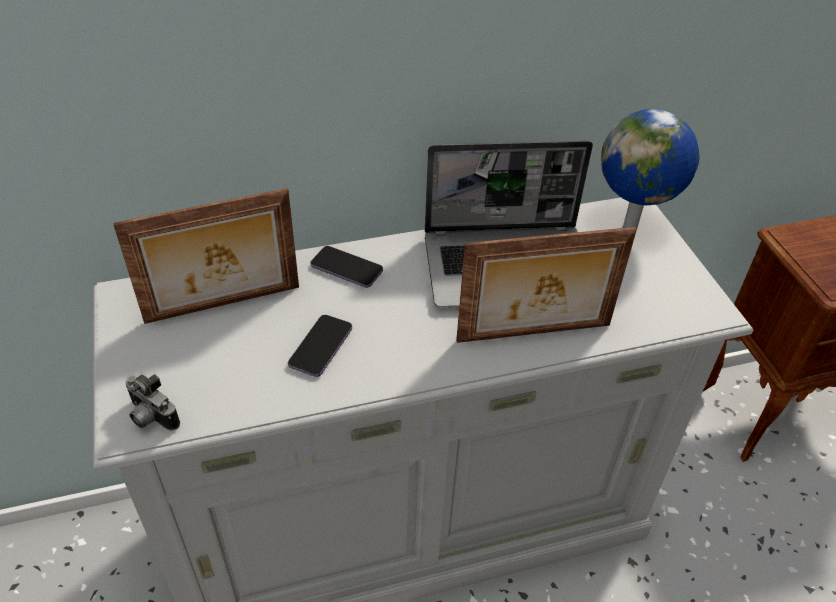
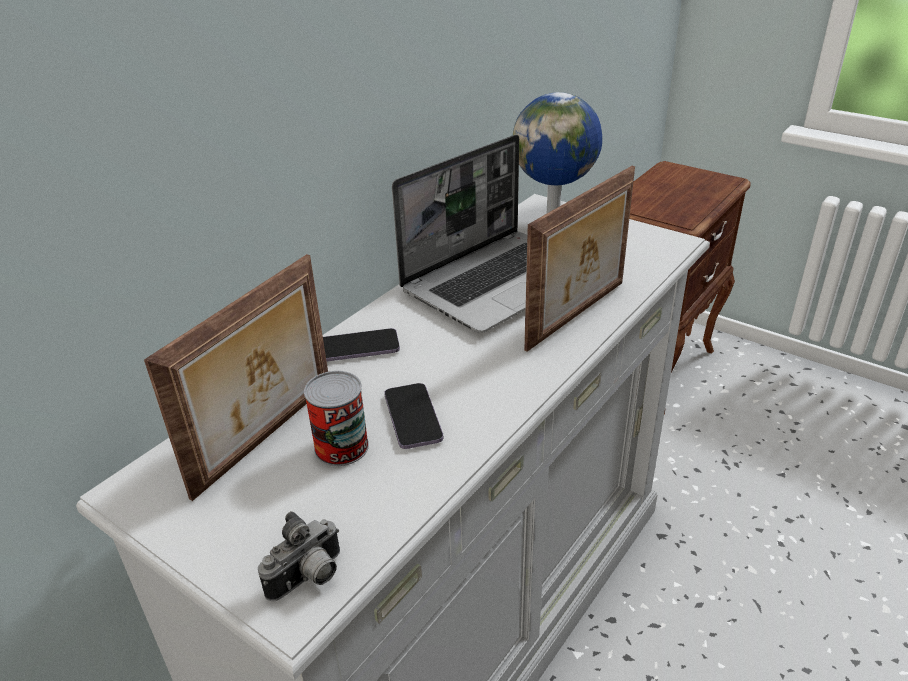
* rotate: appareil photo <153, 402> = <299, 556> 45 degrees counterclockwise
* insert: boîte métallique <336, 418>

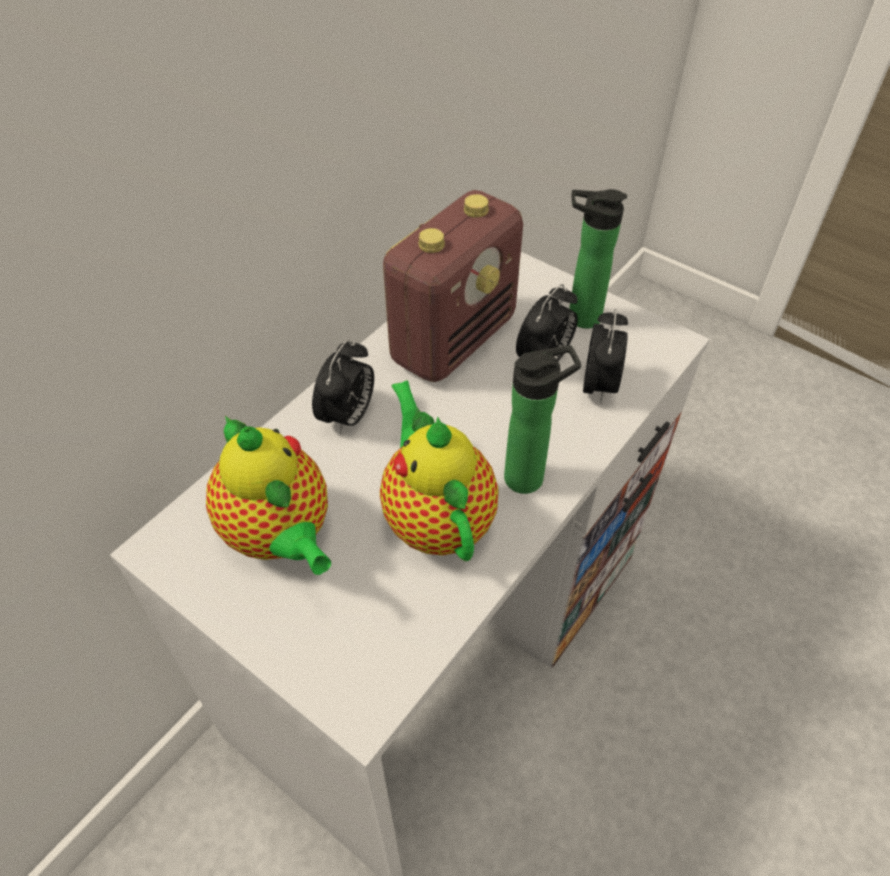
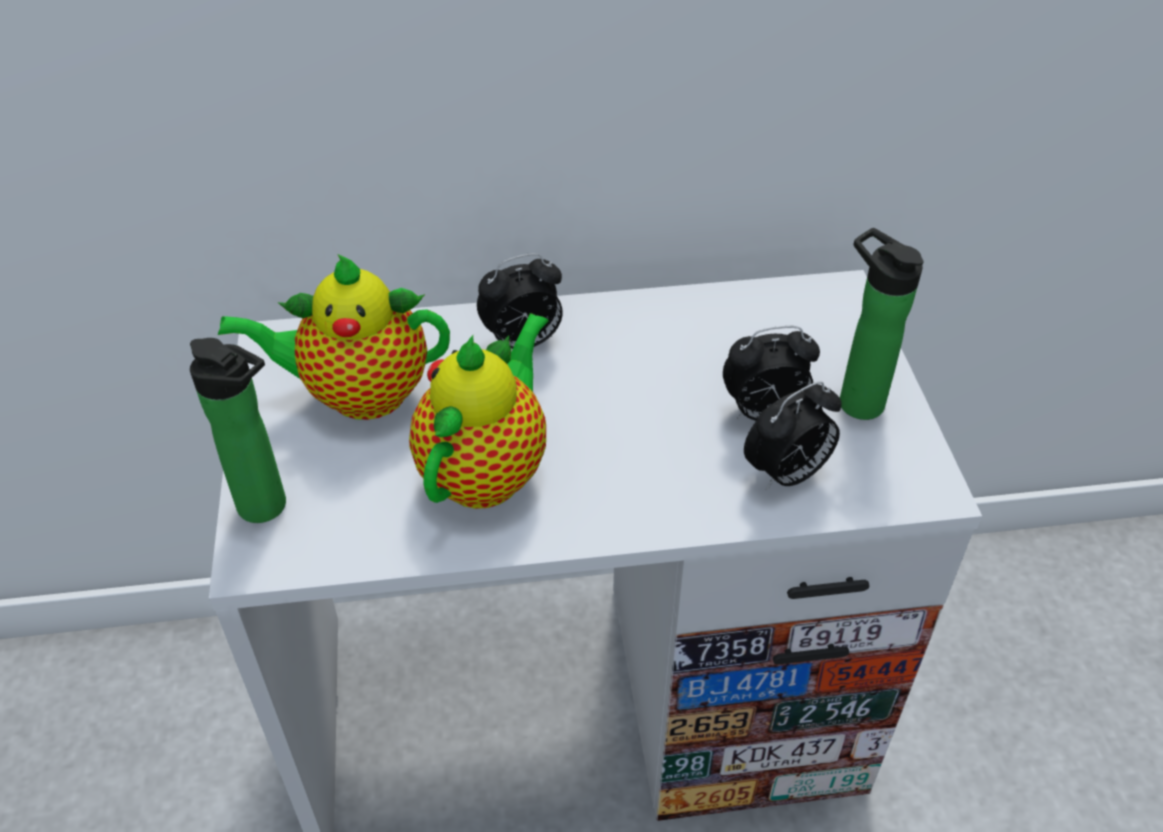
* rotate: théière <268, 495> = <334, 337> 75 degrees clockwise
* delete: radio <453, 286>
* move: bouteille <542, 419> to <238, 430>

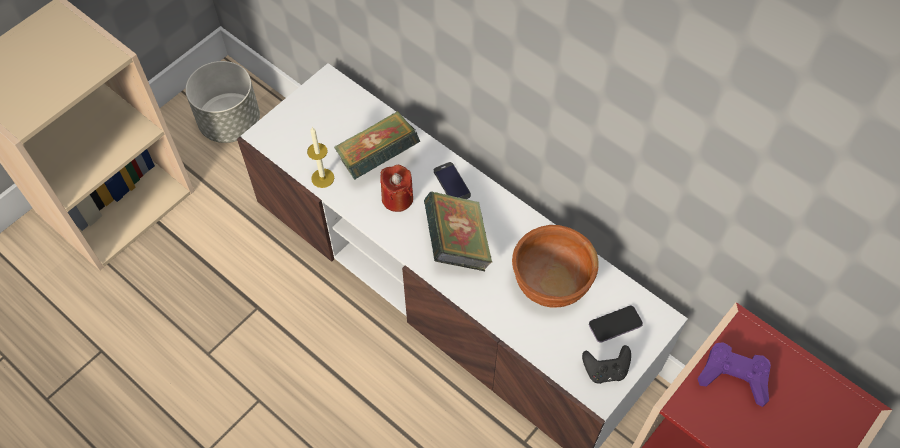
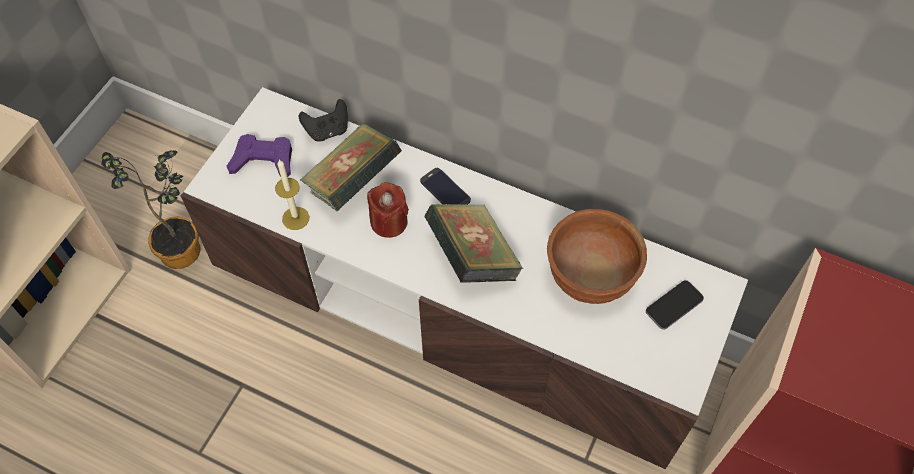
* delete: cache-pot [gris] <222, 102>
* move: manette [noir] <606, 364> to <323, 120>
* move: manette [violet] <734, 374> to <259, 155>
* insert: plante en pot <150, 209>

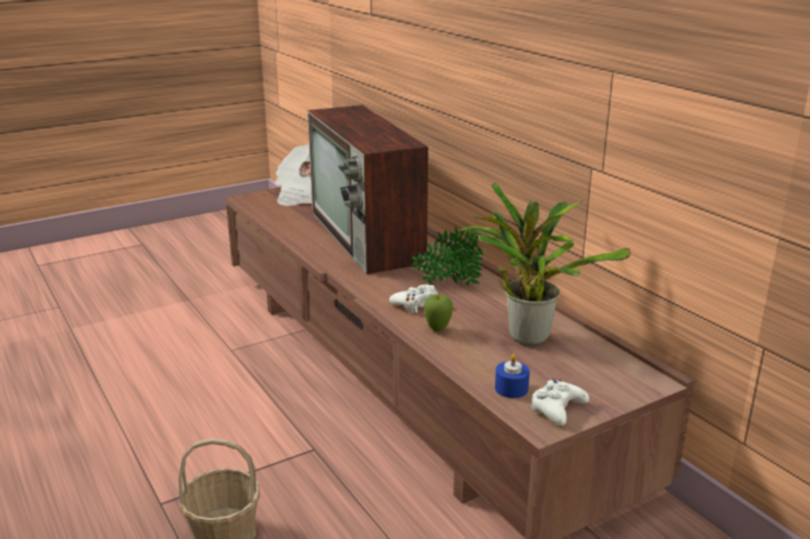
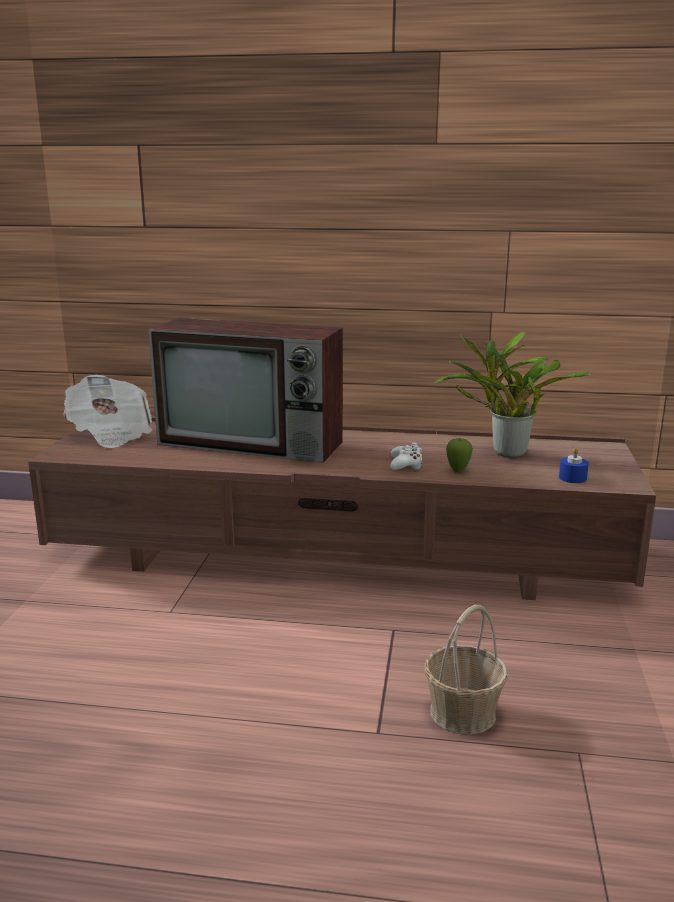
* delete: plante en pot <447, 256>
* delete: manette [blanc] <559, 402>

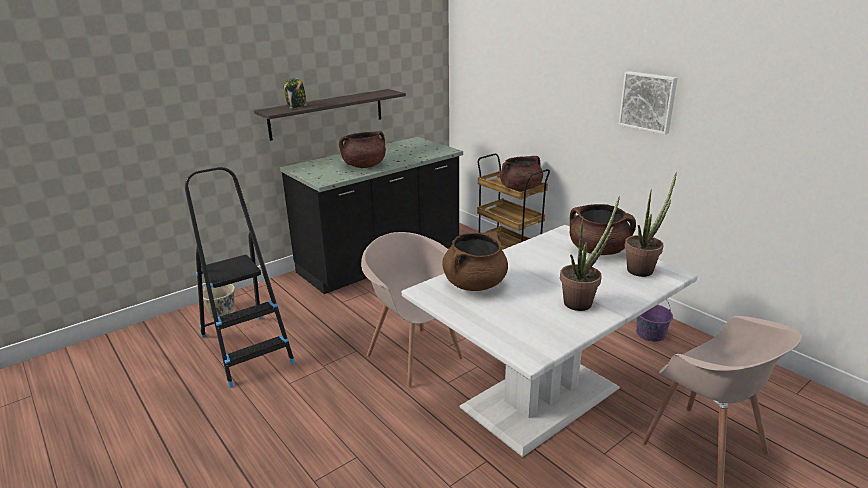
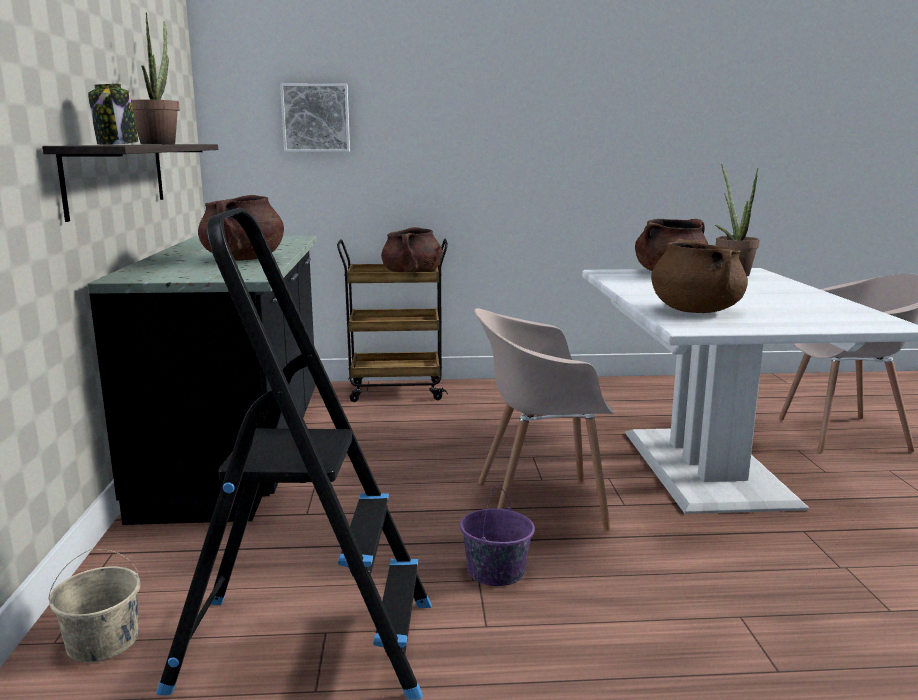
* move: plante en pot <590, 253> to <155, 78>
* move: tableau <648, 102> to <315, 118>
* move: seau [violet] <654, 321> to <497, 536>

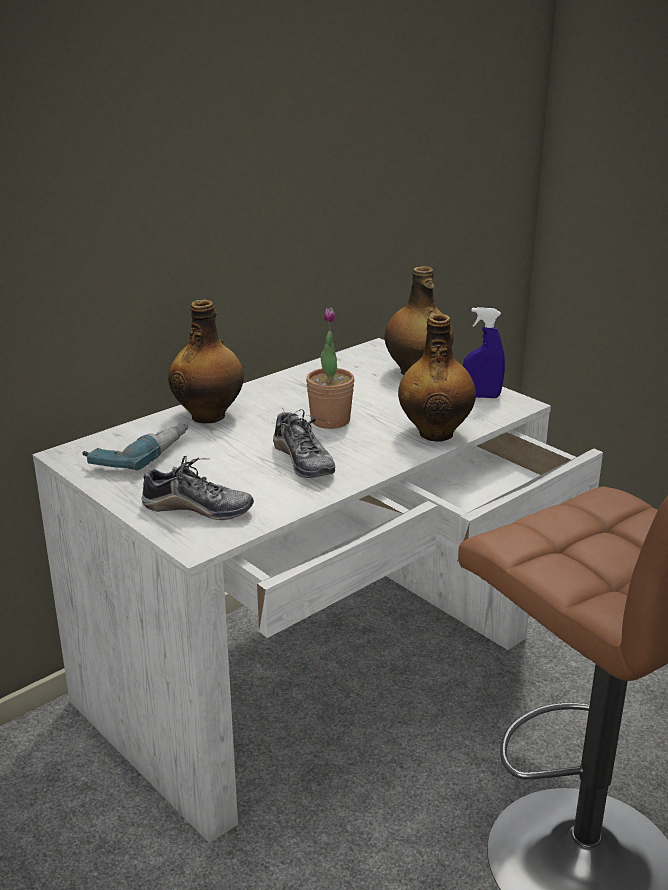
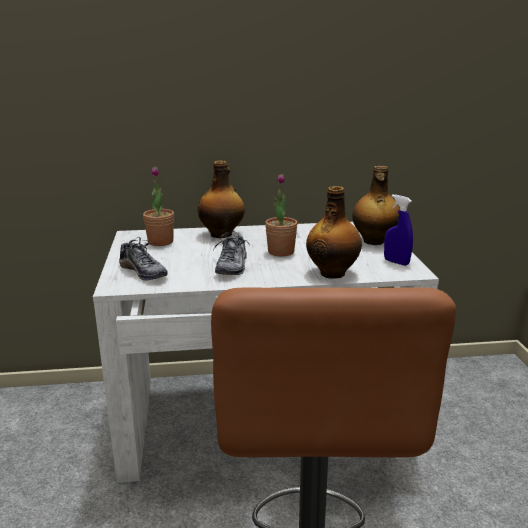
* replace: perceuse <135, 447> to plante en pot <158, 206>

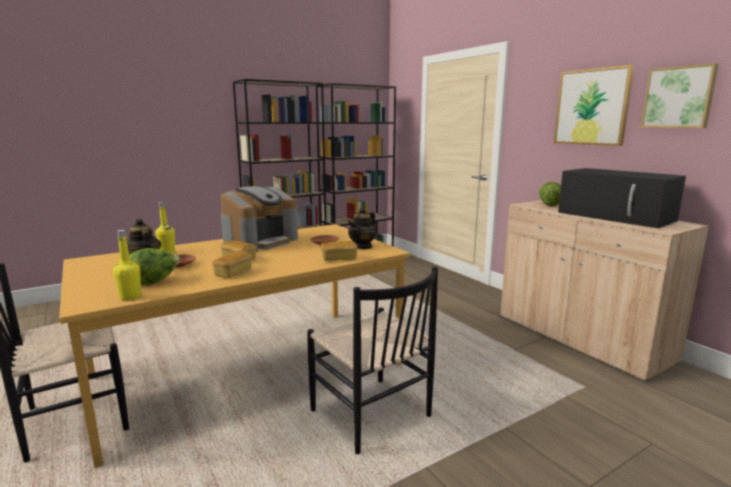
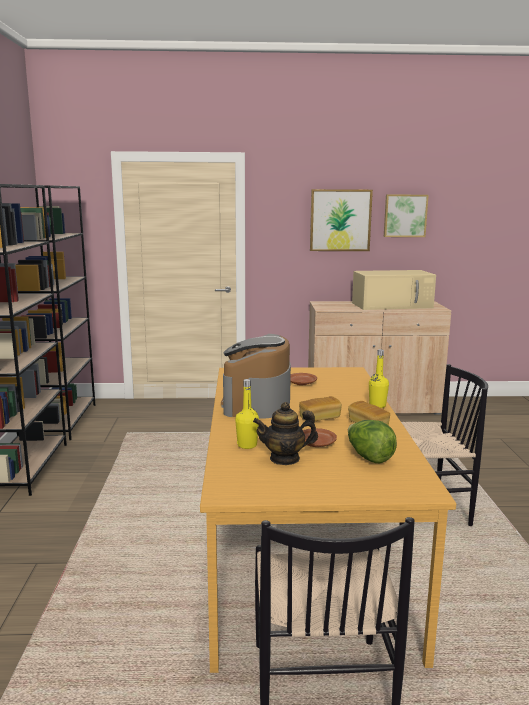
* move: bouteille [jaune] <127, 265> to <379, 378>
* rotate: machine à café <259, 218> = <256, 376> 150 degrees counterclockwise
* delete: pain <339, 251>
* delete: théière <362, 228>
* delete: laitue <550, 194>
* recolor: micro-ondes [noir] <622, 198> to micro-ondes [beige] <394, 290>

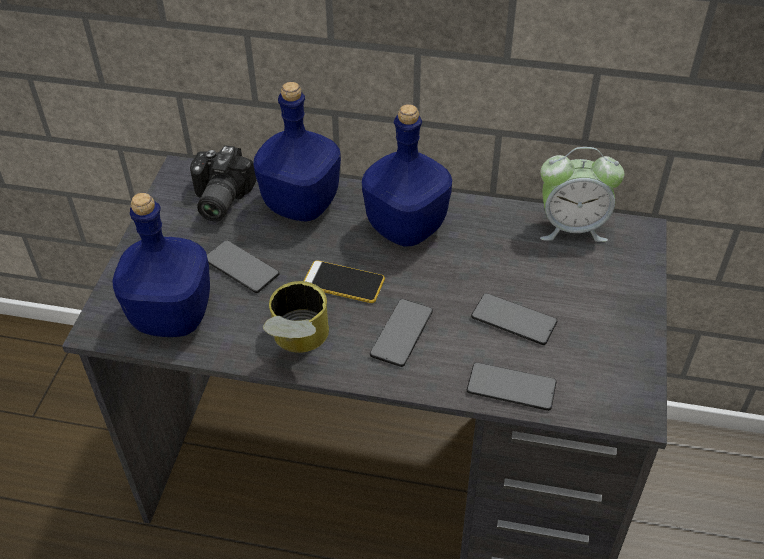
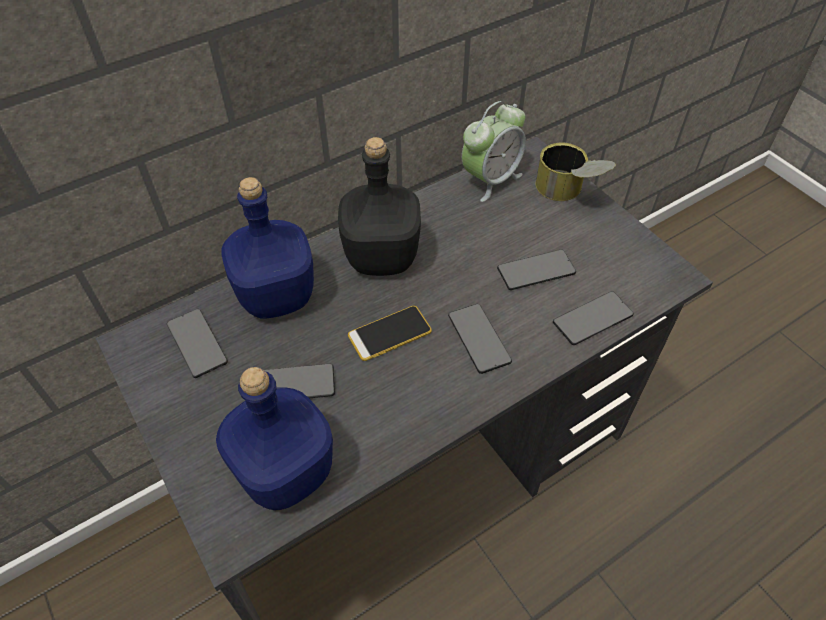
* replace: appareil photo <223, 183> to téléphone <197, 343>
* move: boîte métallique <296, 317> to <576, 171>
* recolor: bouteille [bleu] <407, 175> to bouteille [noir] <379, 206>

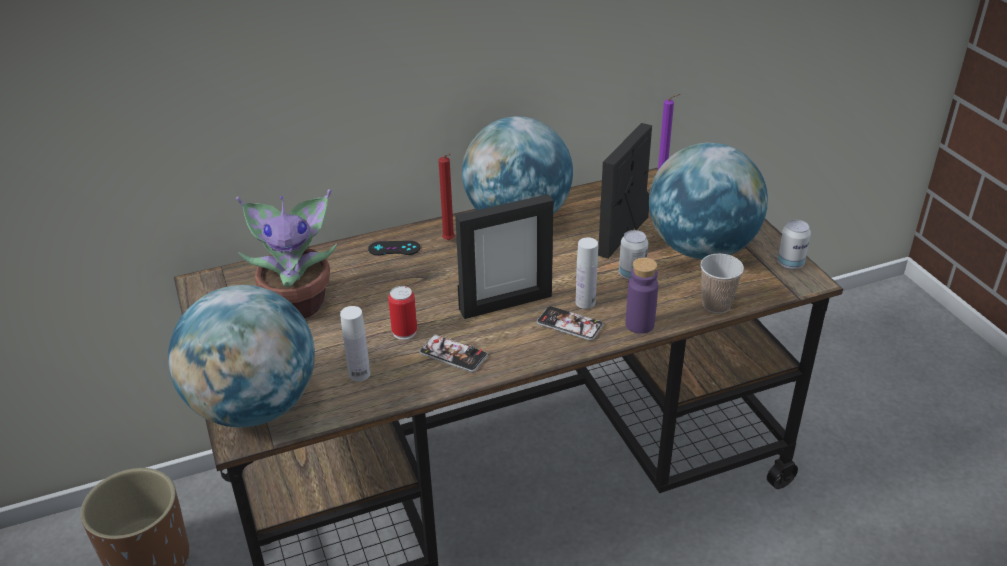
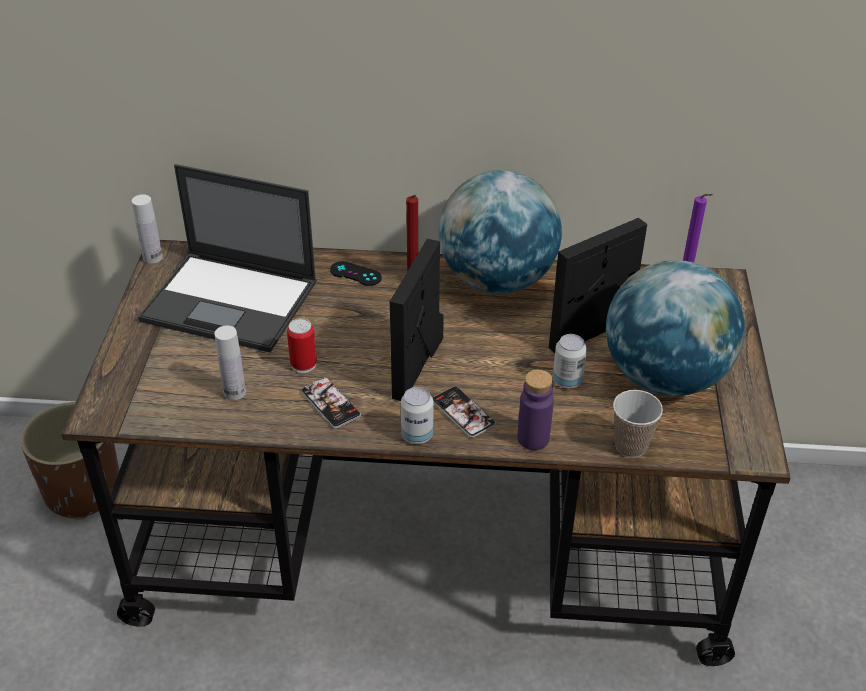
* delete: globe <241, 356>
* replace: plante en pot <286, 254> to ordinateur portable <227, 258>
* rotate: cadre photo <504, 256> = <417, 320> 105 degrees clockwise
* move: bouteille [blanc] <587, 273> to <147, 229>
* move: boîte métallique <794, 245> to <417, 415>

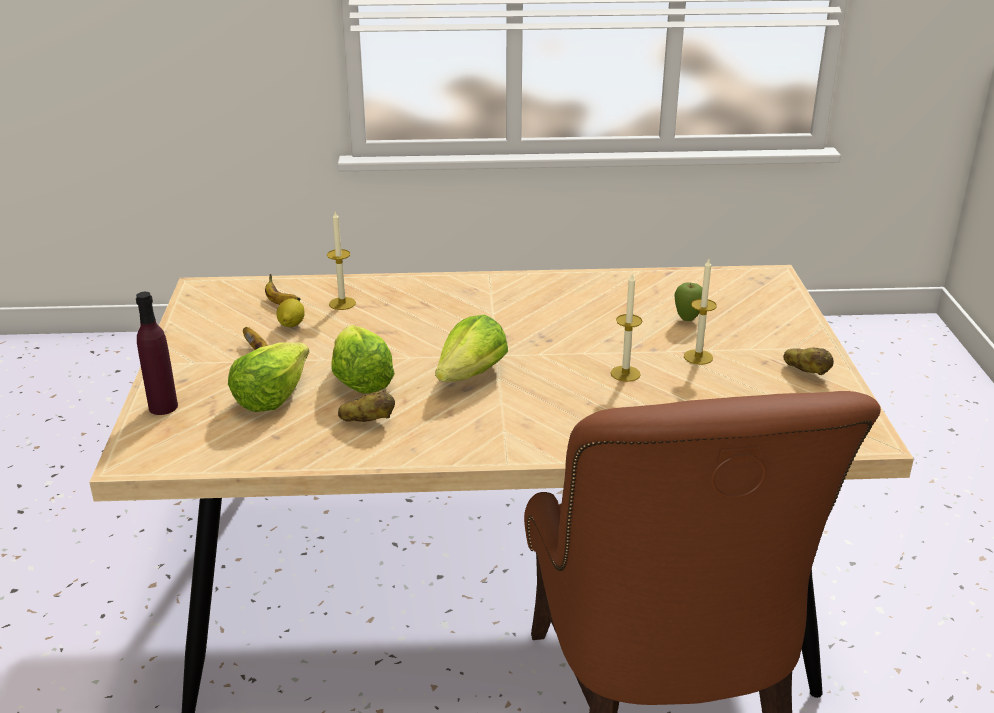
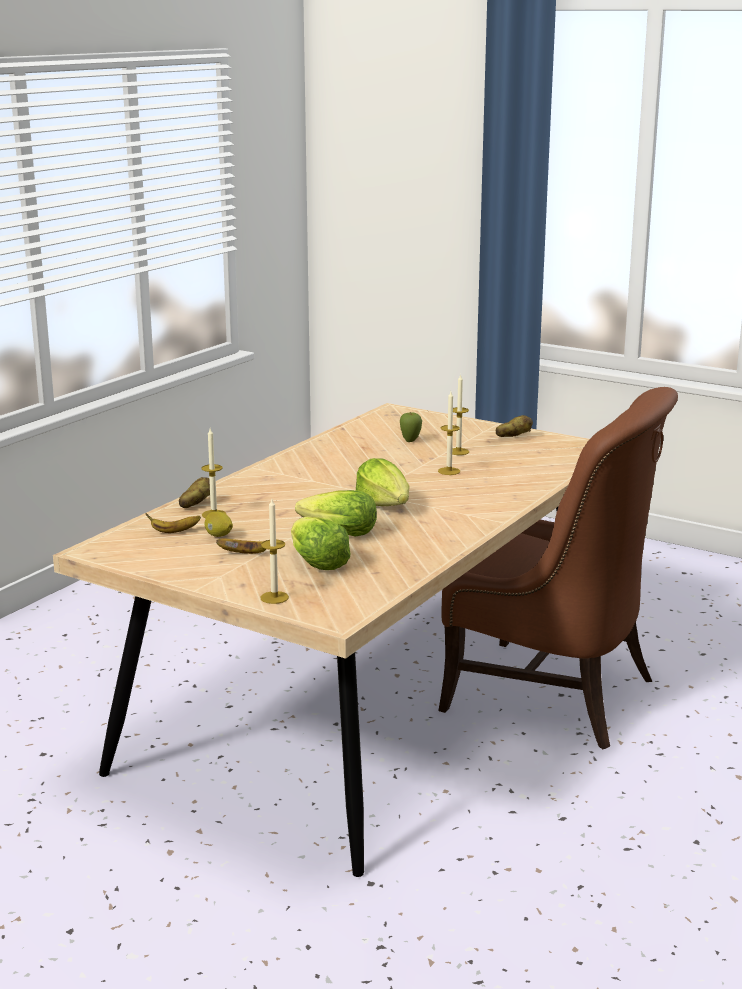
* replace: bouteille [violet] <157, 353> to bougie <275, 551>
* move: pomme de terre <366, 406> to <194, 492>

